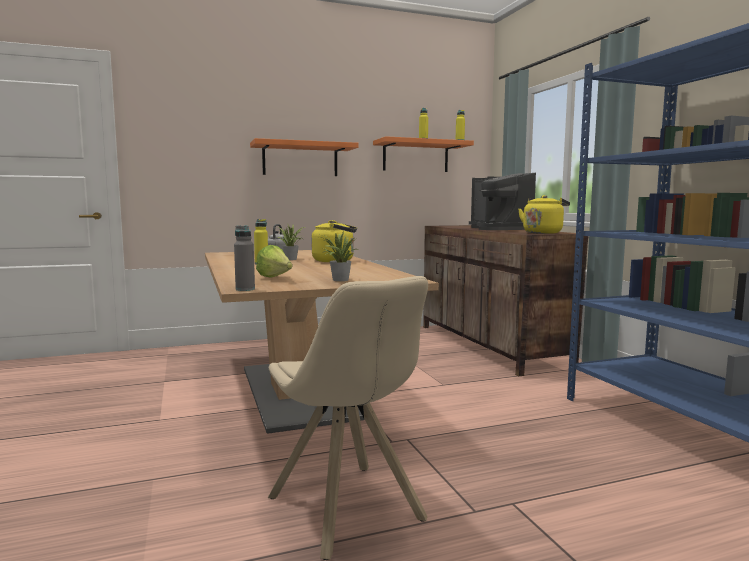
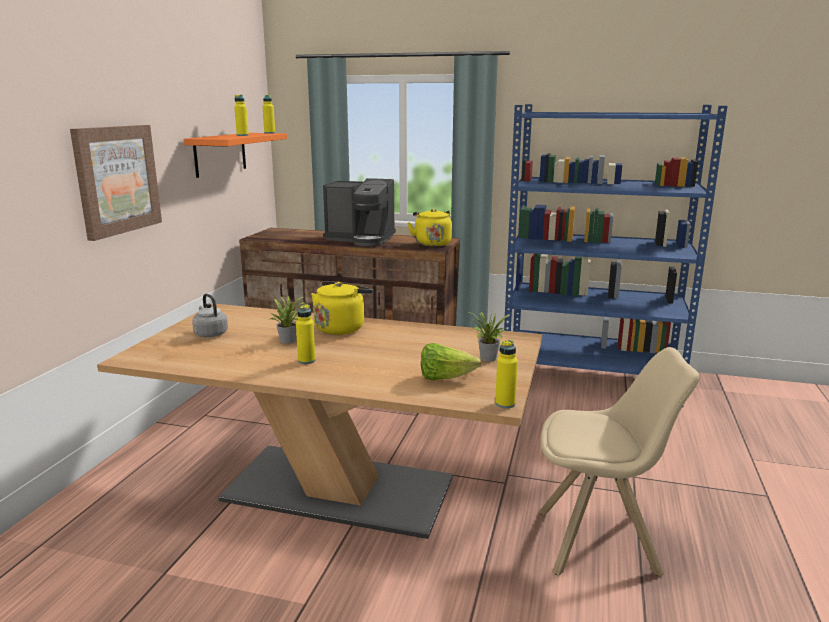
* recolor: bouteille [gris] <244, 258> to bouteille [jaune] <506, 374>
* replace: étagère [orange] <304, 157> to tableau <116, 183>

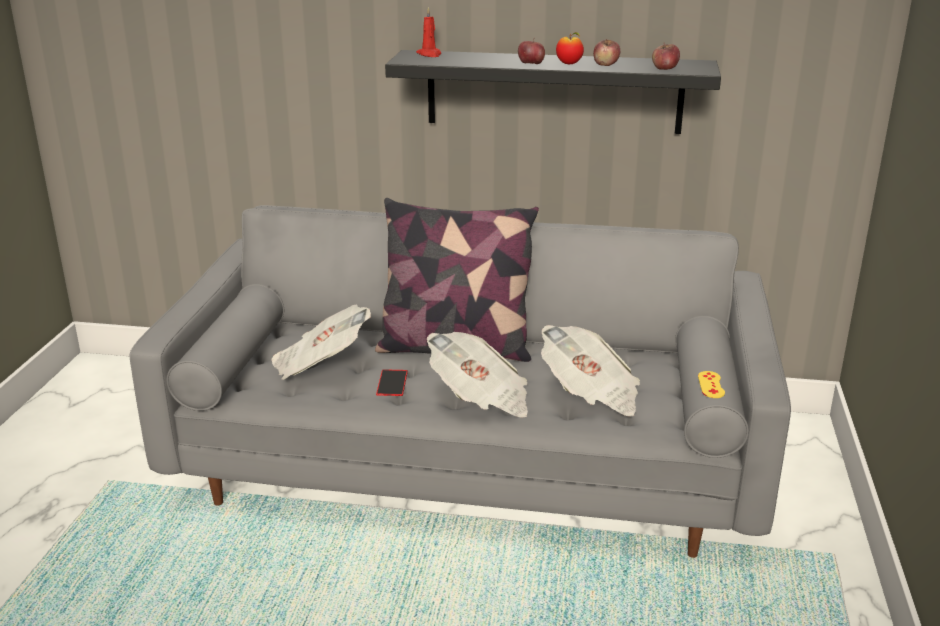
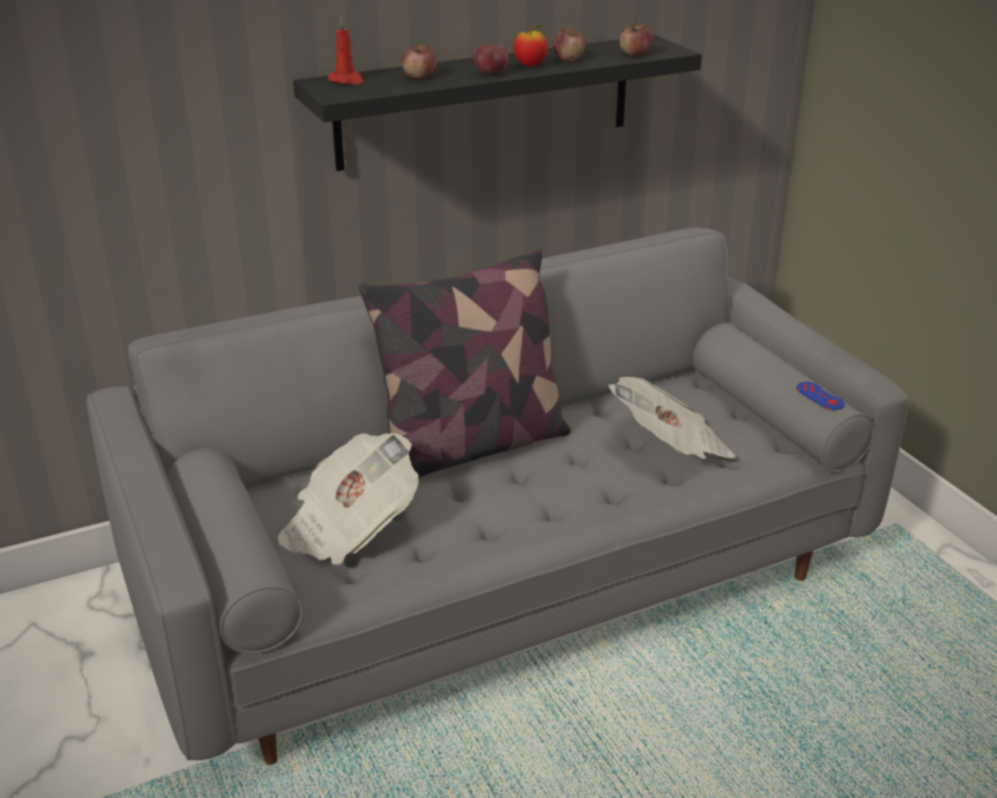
* delete: téléphone <392, 382>
* delete: journal <477, 375>
* recolor: manette [jaune] <711, 384> to manette [bleu] <820, 396>
* insert: pomme <419, 61>

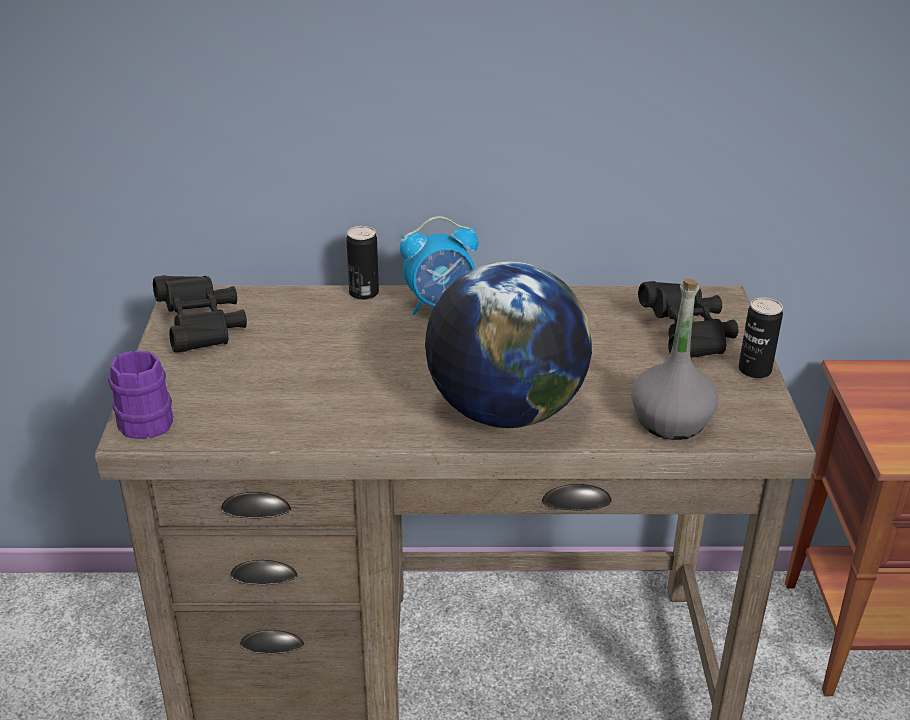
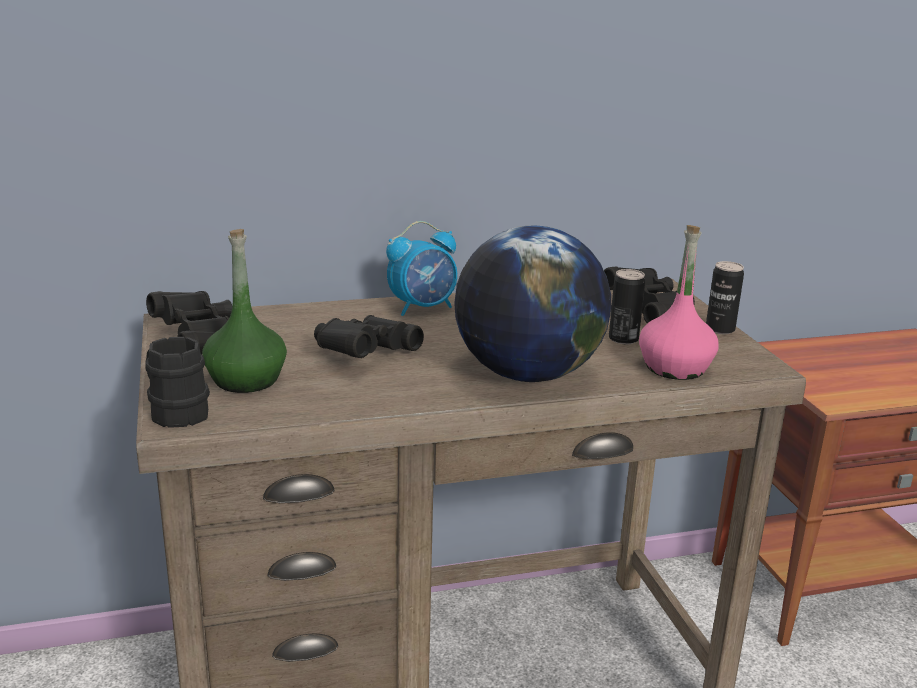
* recolor: mug [violet] <140, 394> to mug [noir] <177, 382>
* move: boîte métallique <362, 263> to <627, 306>
* recolor: bouteille [gris] <674, 359> to bouteille [rose] <679, 302>
* insert: bouteille [vert] <244, 311>
* insert: jumelles [noir] <369, 336>

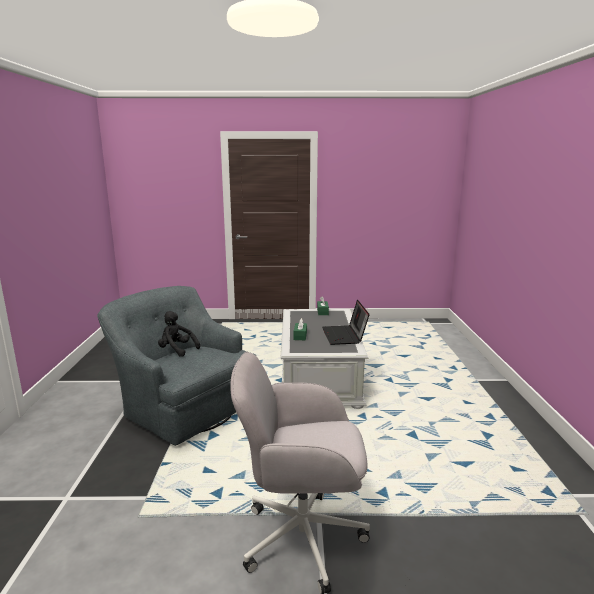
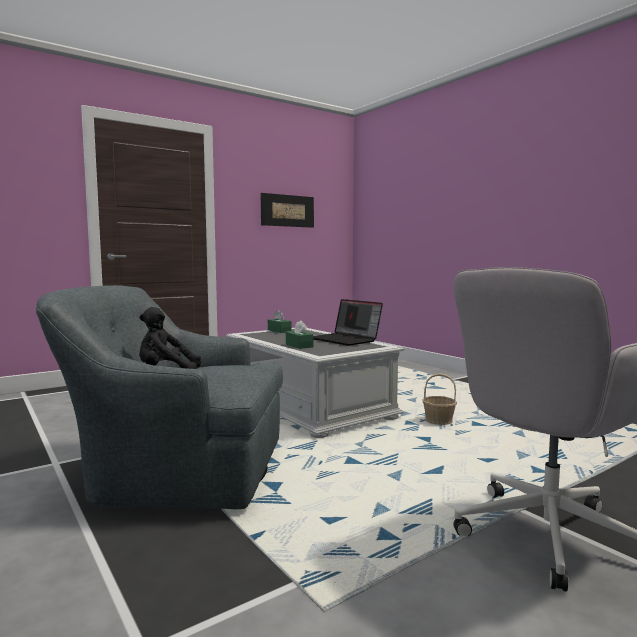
* insert: tableau <287, 210>
* insert: panier <439, 399>

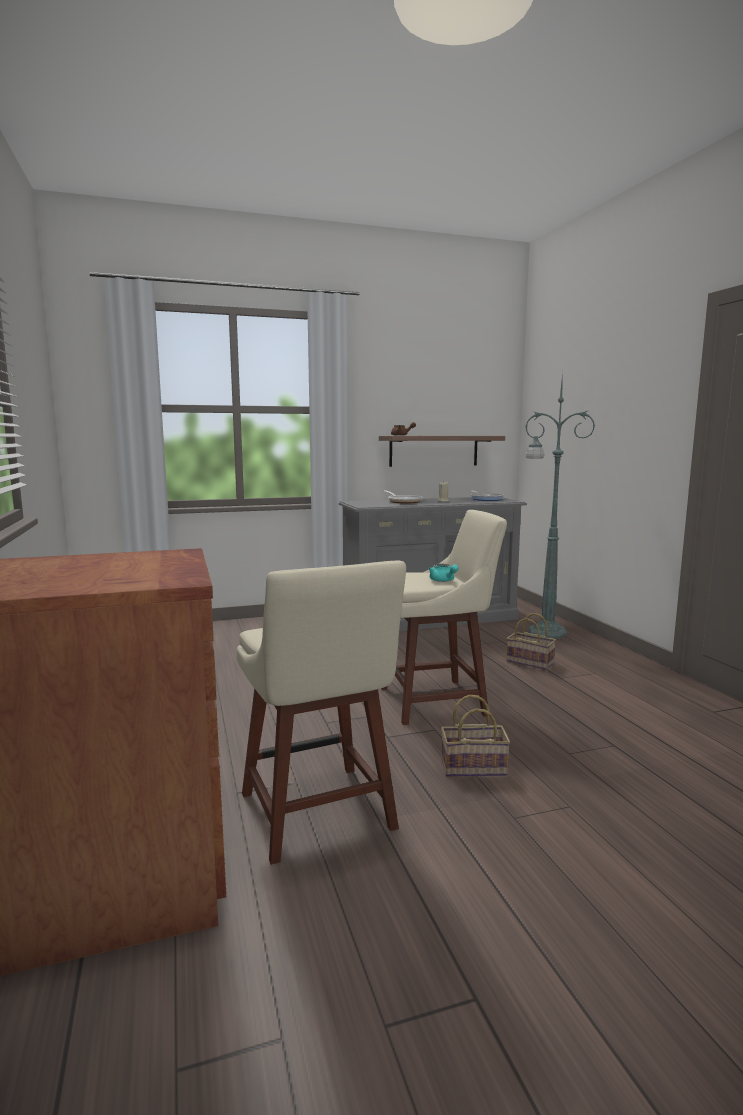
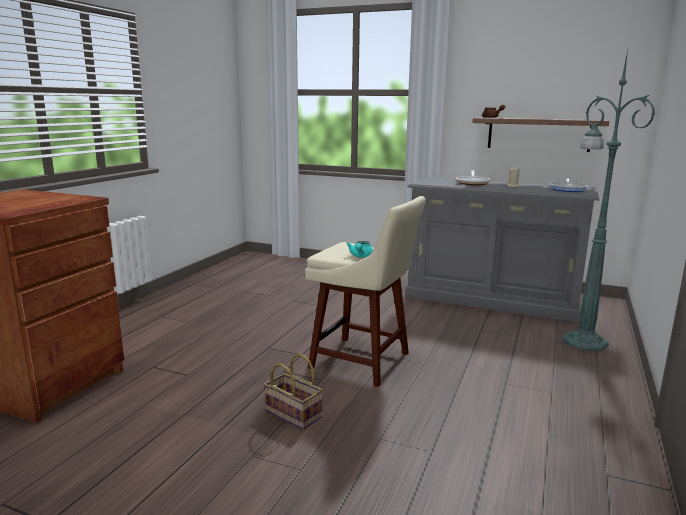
* delete: tabouret [beige] <321, 713>
* delete: panier <531, 641>

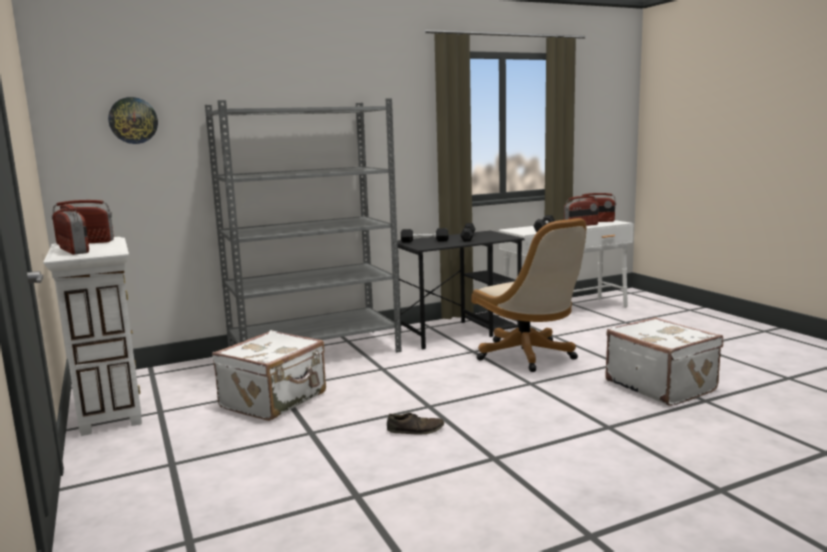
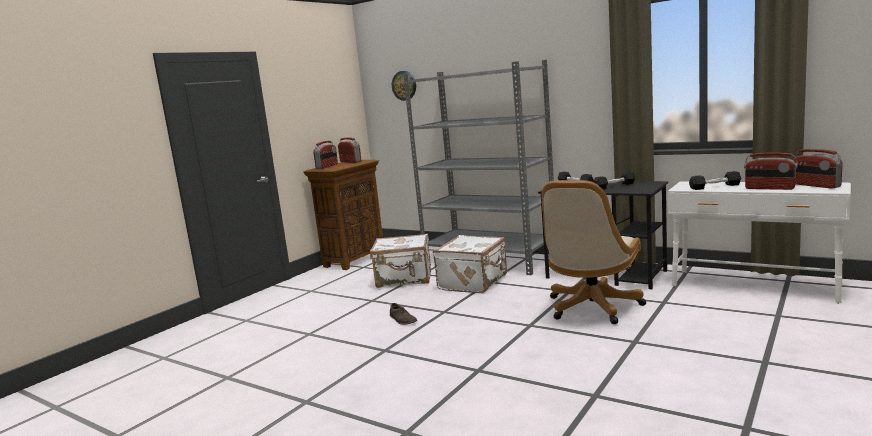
* recolor: meuble de rangement [blanc] <92, 336> to meuble de rangement [marron] <343, 215>
* move: valise [blanc] <664, 361> to <470, 264>

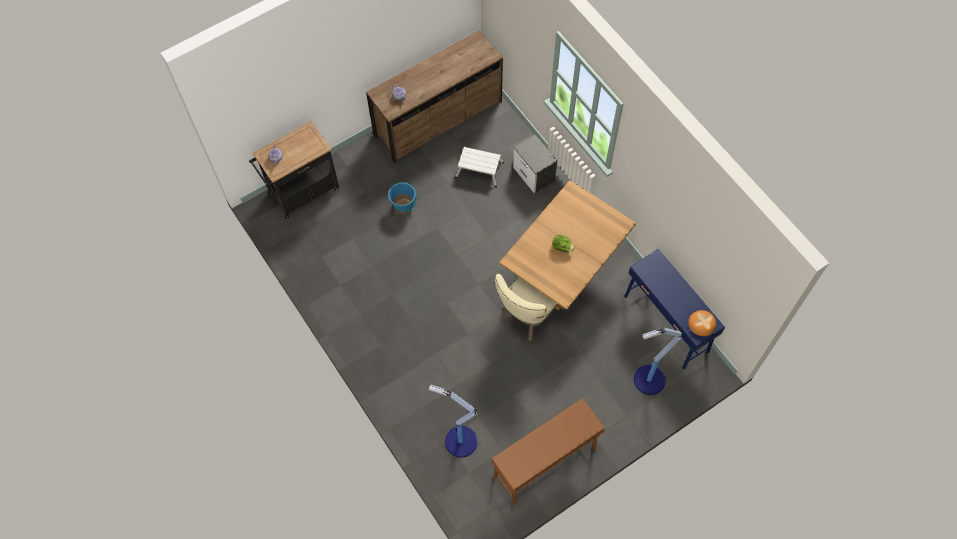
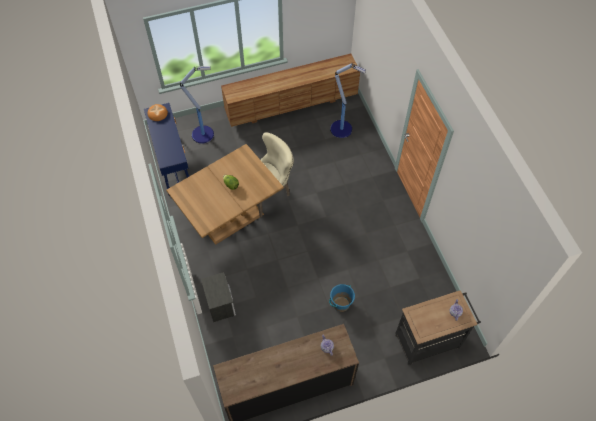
* delete: escabeau [blanc] <479, 167>
* replace: table console [marron] <548, 452> to meuble de rangement [marron] <290, 90>

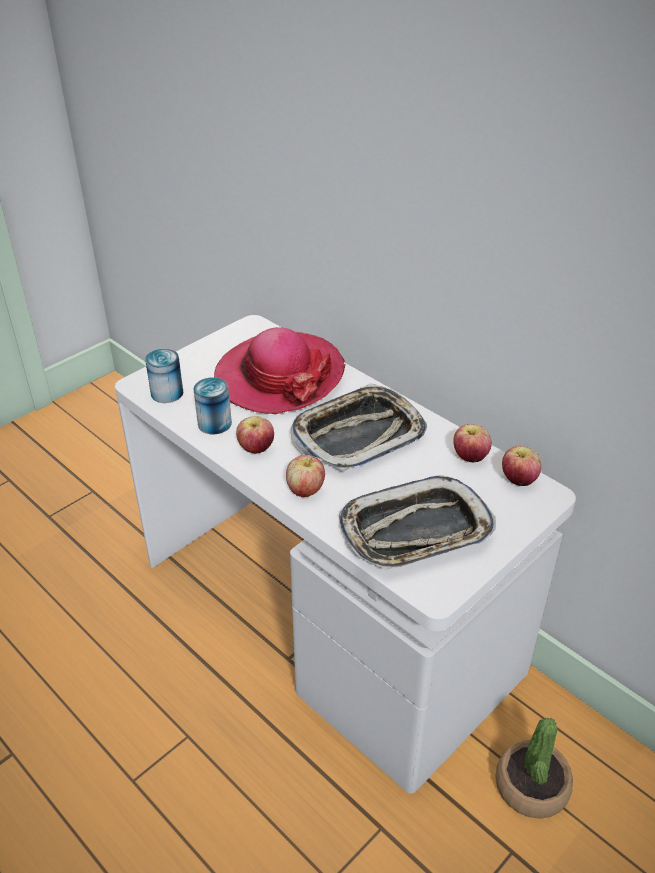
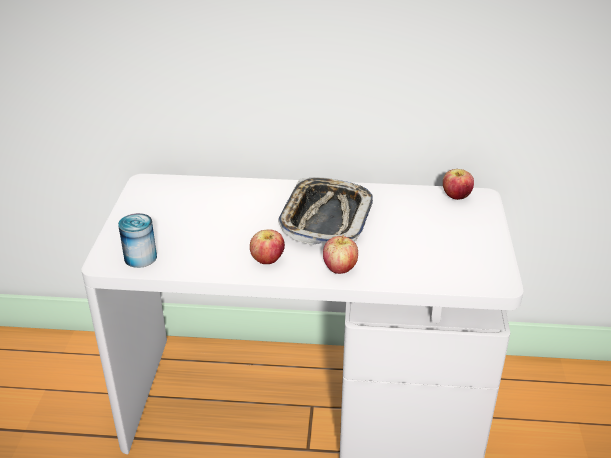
* delete: boîte métallique <212, 406>
* delete: chapeau <280, 370>
* delete: plateau <417, 522>
* delete: pomme <472, 443>
* delete: plante en pot <534, 768>

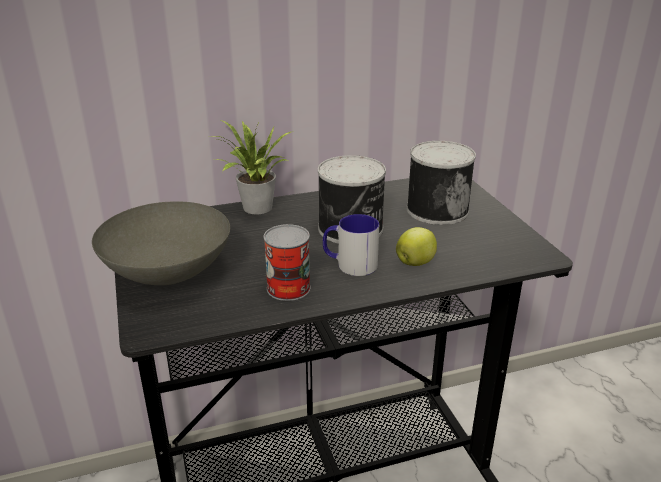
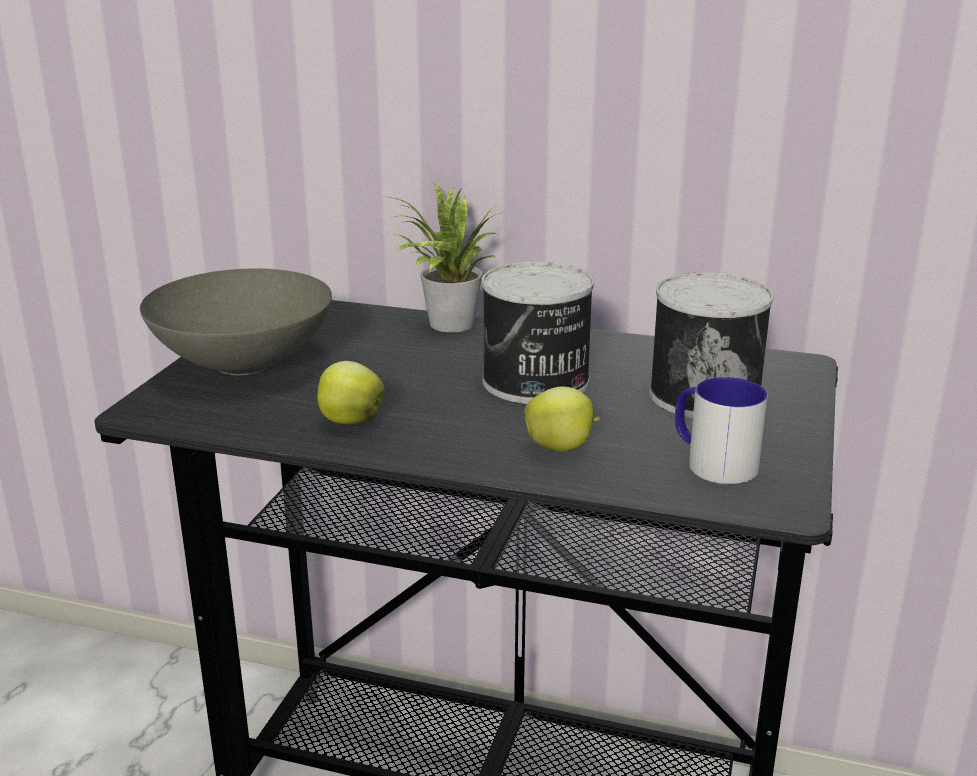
* replace: boîte métallique <287, 262> to pomme <351, 393>
* move: mug <351, 245> to <721, 430>

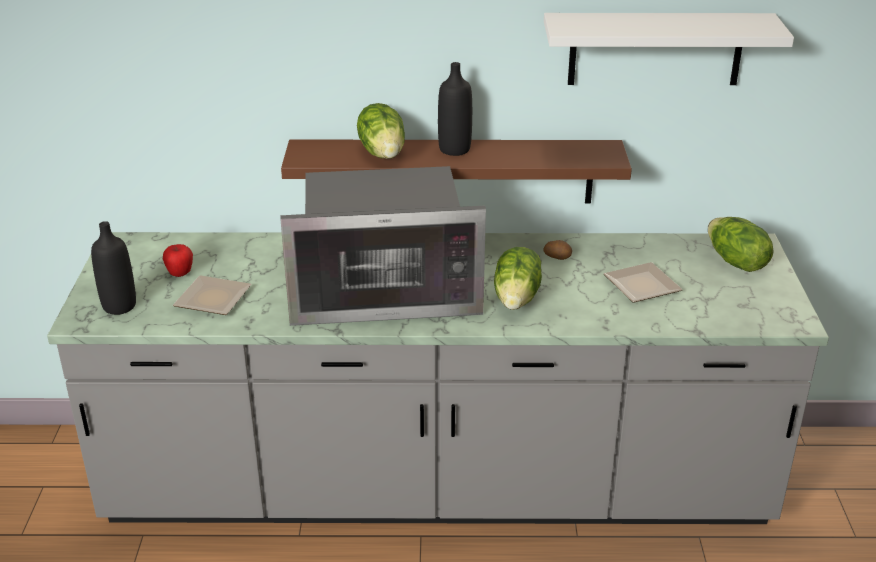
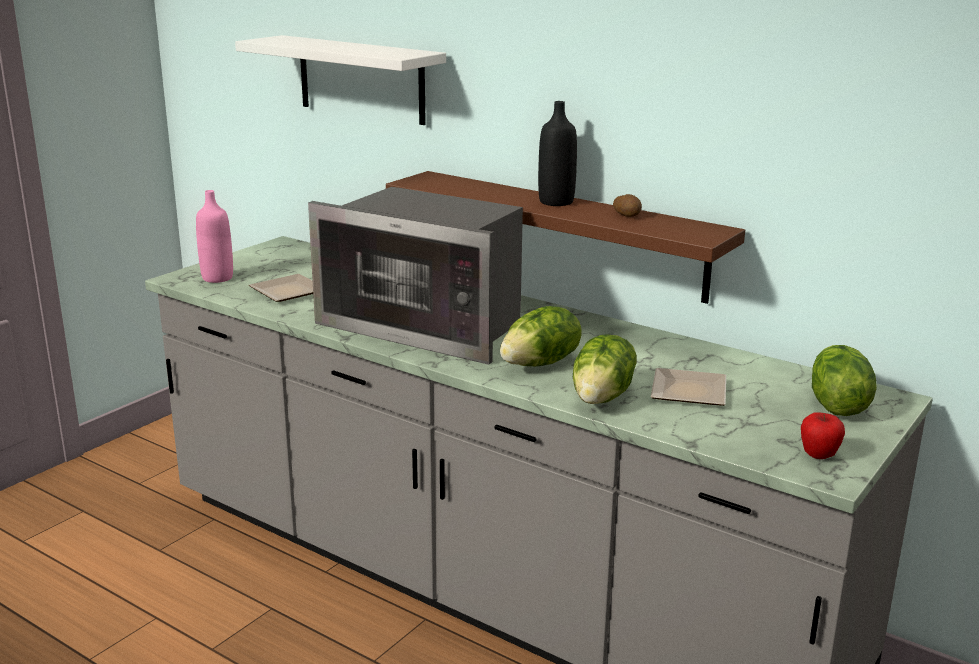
* recolor: bouteille [noir] <113, 268> to bouteille [rose] <214, 236>
* move: pomme <178, 260> to <823, 435>
* move: laitue <381, 131> to <605, 369>
* move: pomme de terre <557, 250> to <627, 205>
* move: étagère [blanc] <669, 49> to <340, 80>

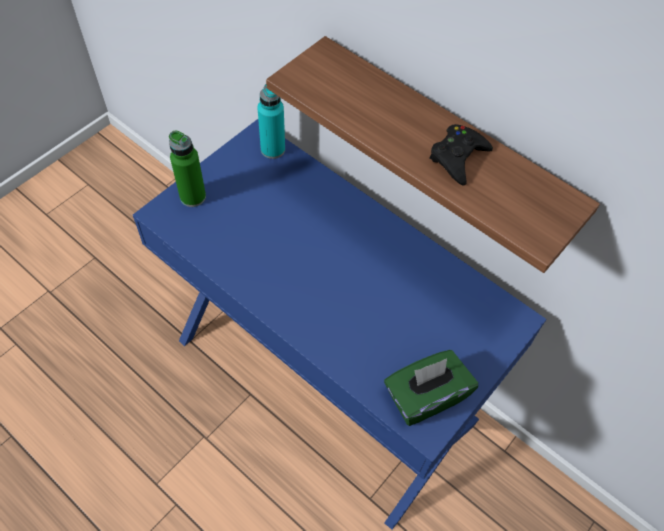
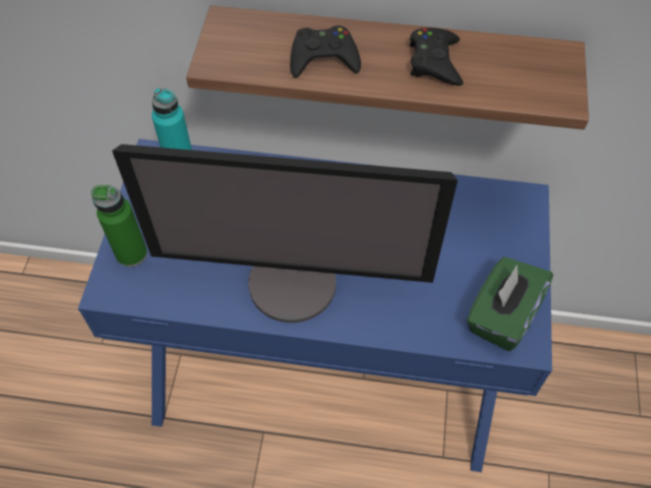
* insert: écran d'ordinateur <285, 233>
* insert: manette [noir] <325, 52>

